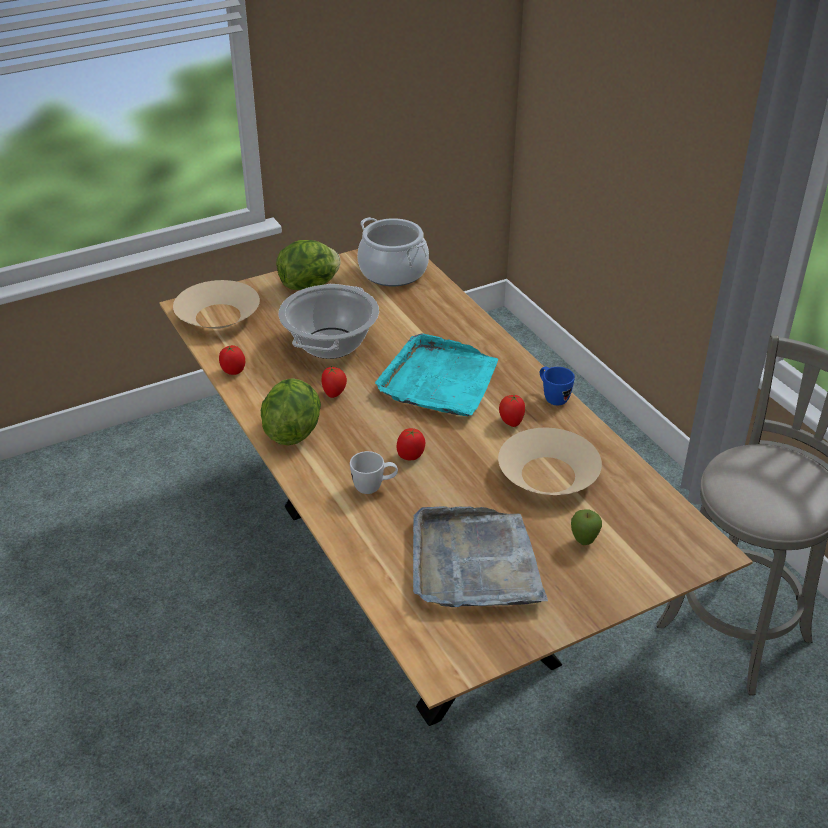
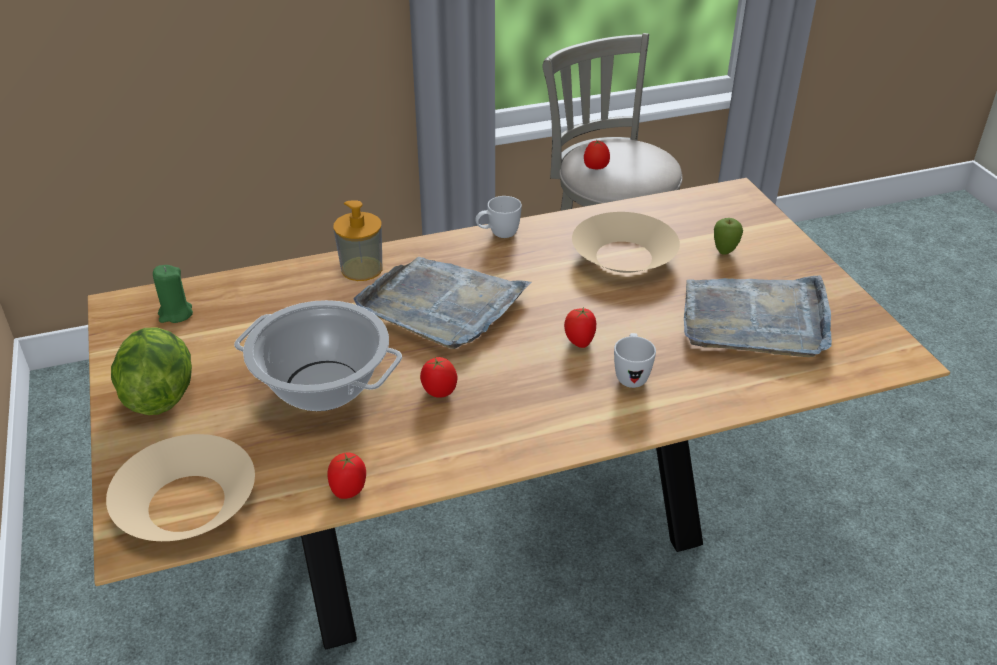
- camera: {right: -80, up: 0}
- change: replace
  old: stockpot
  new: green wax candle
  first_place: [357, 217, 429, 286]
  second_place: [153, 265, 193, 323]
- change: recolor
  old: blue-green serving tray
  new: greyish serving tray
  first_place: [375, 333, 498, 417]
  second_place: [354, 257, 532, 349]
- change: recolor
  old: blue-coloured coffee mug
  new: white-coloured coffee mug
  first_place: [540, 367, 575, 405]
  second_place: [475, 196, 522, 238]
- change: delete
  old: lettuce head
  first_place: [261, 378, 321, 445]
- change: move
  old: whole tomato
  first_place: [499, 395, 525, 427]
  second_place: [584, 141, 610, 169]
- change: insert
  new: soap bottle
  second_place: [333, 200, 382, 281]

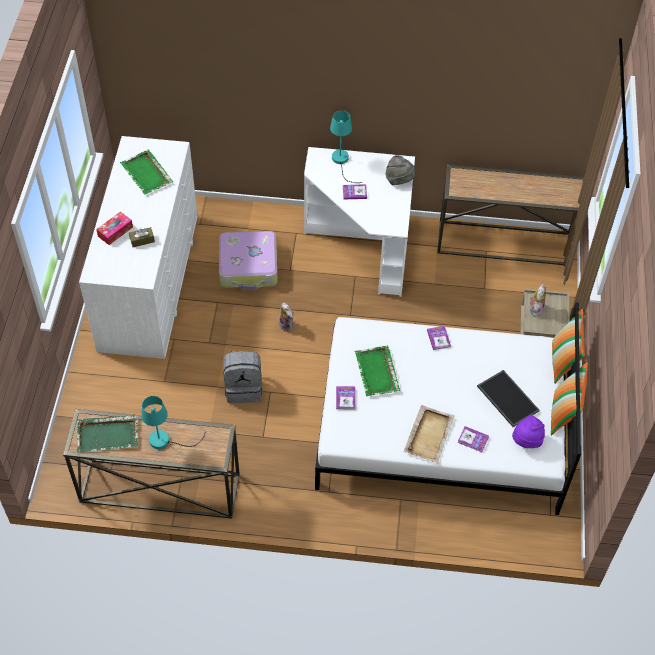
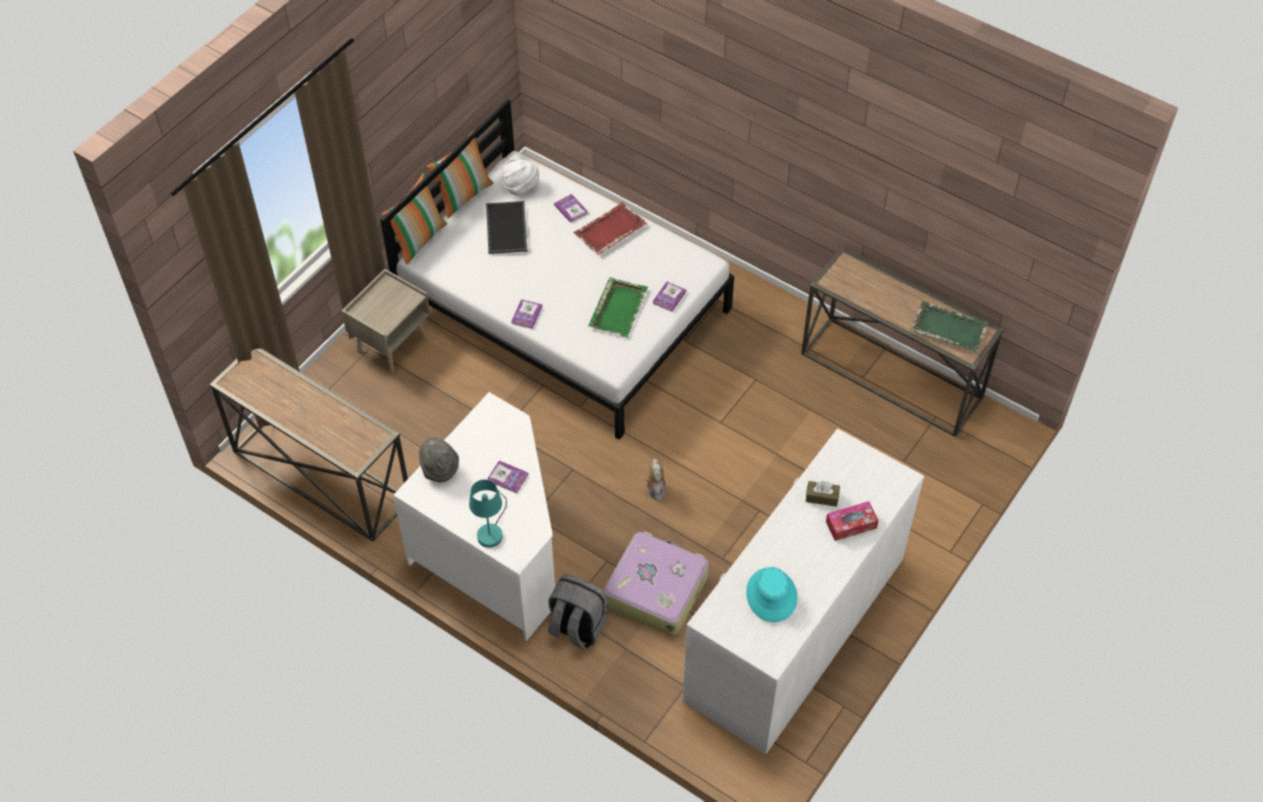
- camera: {right: -150, up: 0}
- change: replace
  old: green serving tray
  new: blue-green clothing hat
  first_place: [120, 149, 173, 195]
  second_place: [746, 567, 798, 622]
- change: delete
  old: cuddly toy
  first_place: [530, 284, 546, 317]
- change: move
  old: greyish knapsack
  first_place: [224, 351, 262, 403]
  second_place: [548, 574, 608, 651]
- change: delete
  old: blue-green lamp for a table
  first_place: [141, 396, 205, 449]
- change: recolor
  old: sand-coloured serving tray
  new: reddish serving tray
  first_place: [404, 405, 454, 464]
  second_place: [573, 202, 647, 255]
- change: recolor
  old: purple-coloured clothing hat
  new: white-coloured clothing hat
  first_place: [512, 415, 545, 448]
  second_place: [503, 158, 539, 196]

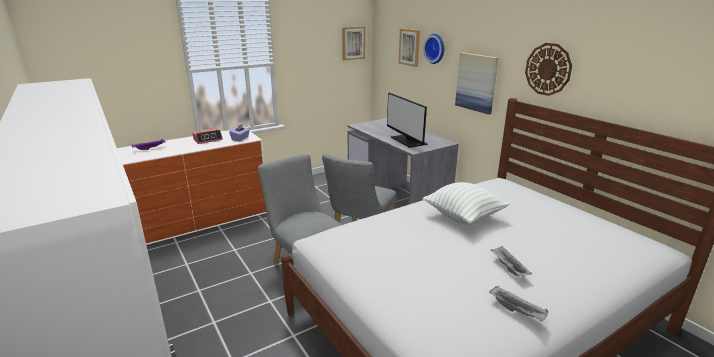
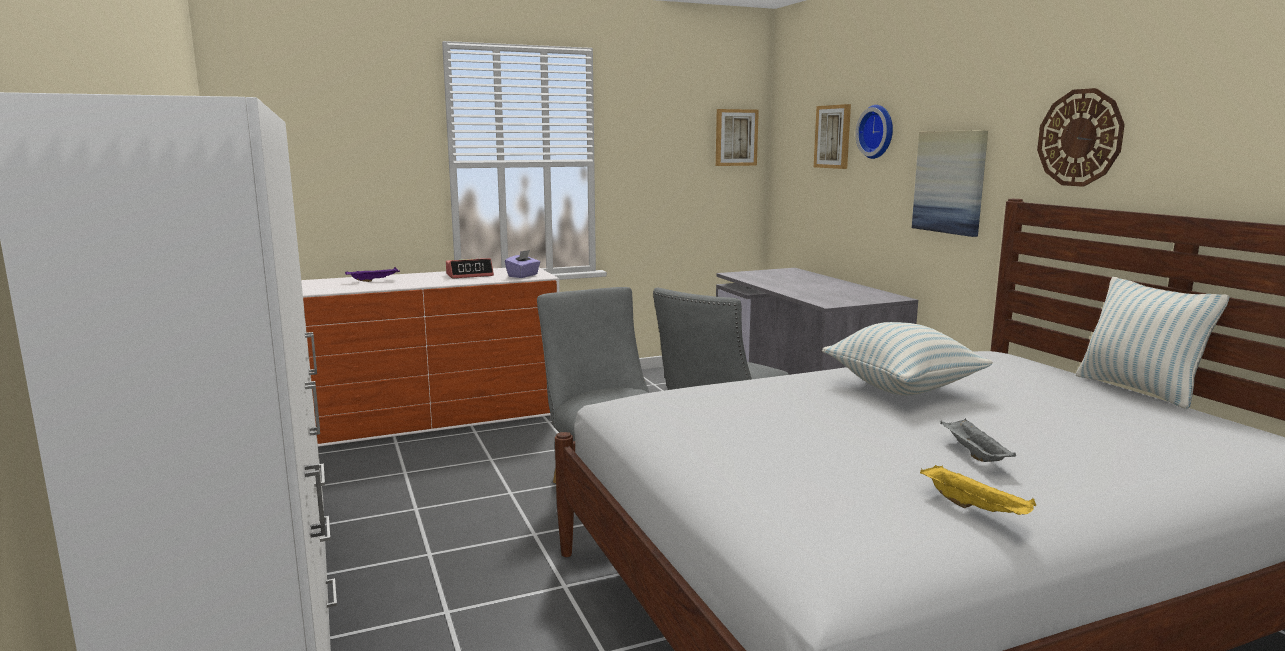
- camera: {right: 10, up: -10}
- change: delete
  old: computer display
  first_place: [387, 93, 428, 148]
- change: recolor
  old: greyish serving tray
  new: yellowish serving tray
  first_place: [489, 286, 548, 321]
  second_place: [920, 465, 1036, 515]
- change: insert
  new: pillow
  second_place: [1076, 277, 1230, 409]

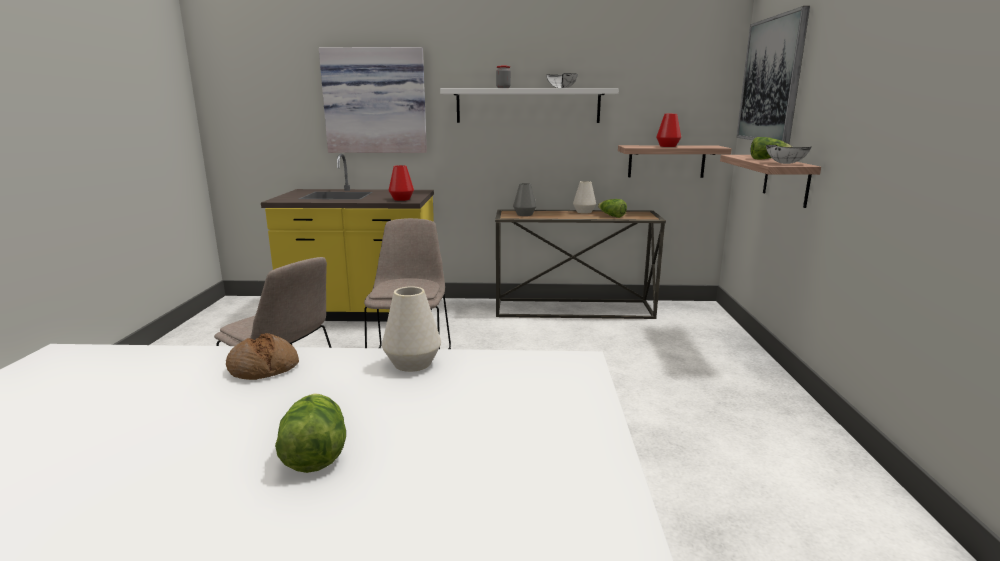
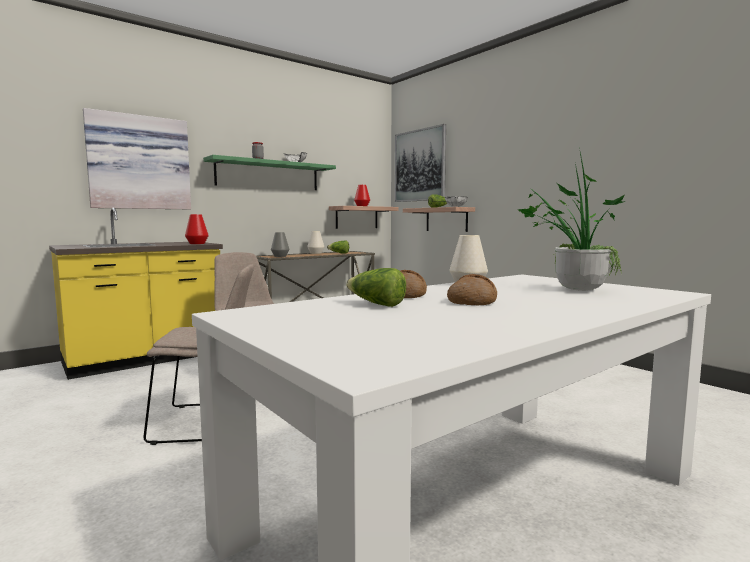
- camera: {right: -40, up: -10}
- change: recolor
  old: white-coloured shelf
  new: green shelf
  first_place: [440, 88, 619, 123]
  second_place: [203, 155, 336, 190]
- change: move
  old: lettuce head
  first_place: [275, 394, 346, 473]
  second_place: [346, 268, 406, 307]
- change: insert
  new: plant in a pot
  second_place: [518, 148, 625, 291]
- change: insert
  new: bakery bread
  second_place: [447, 274, 497, 306]

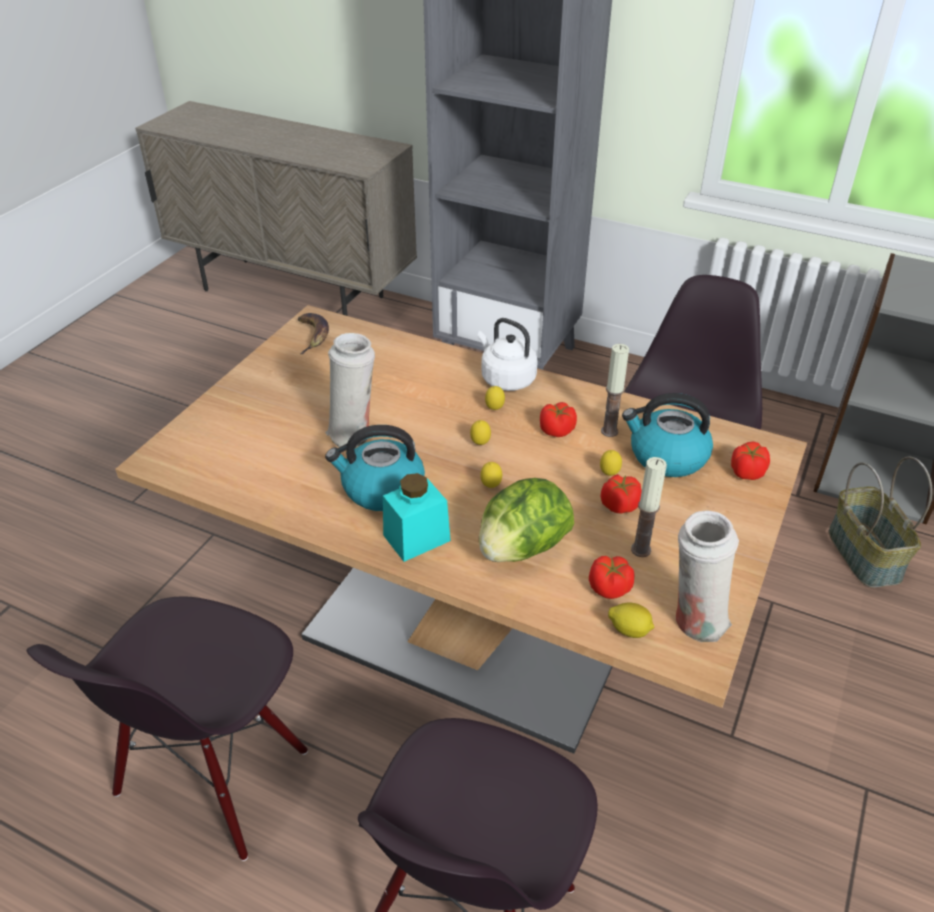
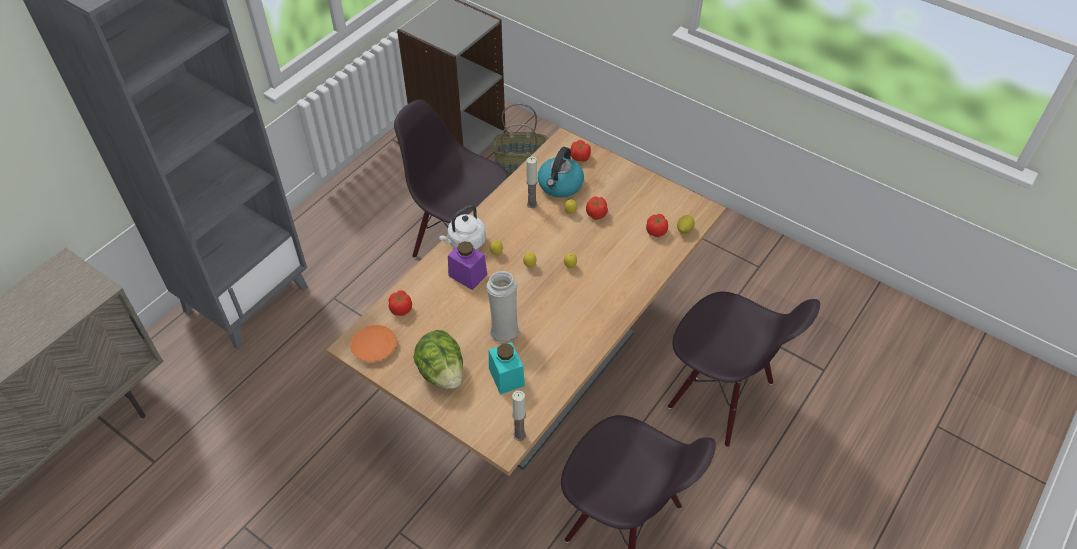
- camera: {right: -80, up: 10}
- change: replace
  old: banana fruit
  new: orange plate
  first_place: [298, 313, 329, 354]
  second_place: [350, 325, 397, 362]
- change: move
  old: whole tomato
  first_place: [540, 402, 577, 437]
  second_place: [388, 290, 412, 316]
- change: delete
  old: water kettle
  first_place: [325, 425, 425, 511]
- change: move
  old: wax candle
  first_place: [631, 457, 667, 557]
  second_place: [512, 390, 526, 441]
- change: move
  old: blue-green storage jar
  first_place: [383, 473, 451, 562]
  second_place: [489, 342, 525, 395]
- change: move
  old: lettuce head
  first_place: [479, 478, 574, 562]
  second_place: [414, 330, 463, 389]
- change: delete
  old: white-coloured vase
  first_place: [676, 510, 739, 642]
- change: insert
  new: purple-coloured storage jar
  second_place: [448, 241, 487, 290]

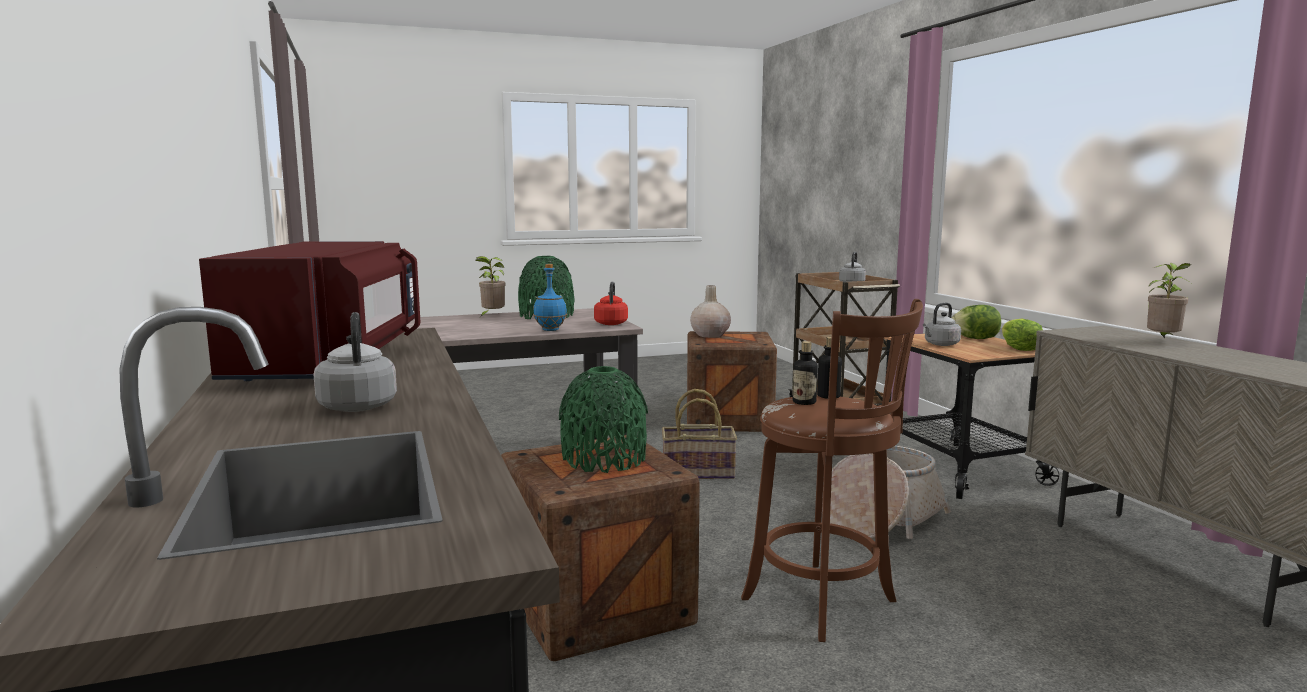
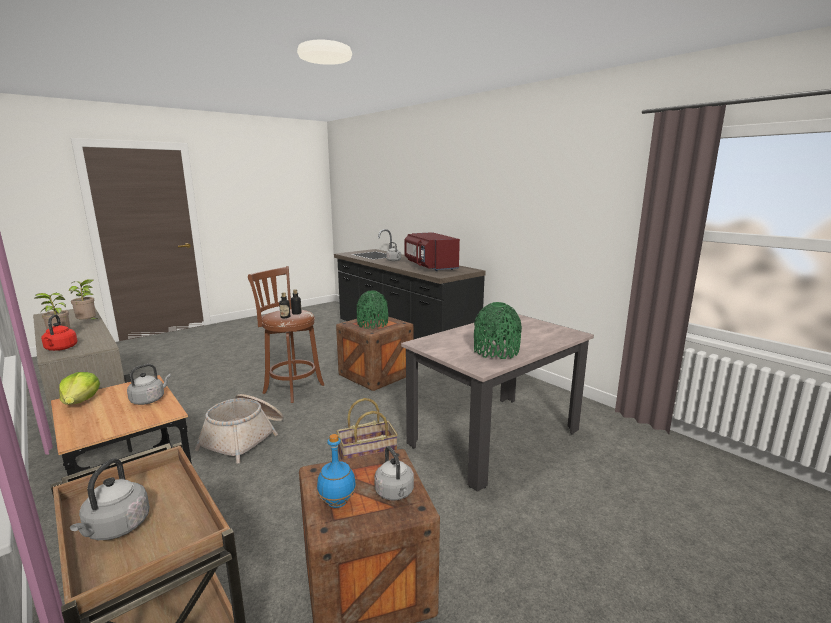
- camera: {right: 160, up: 5}
- change: move
  old: plant in a pot
  first_place: [475, 256, 506, 317]
  second_place: [69, 279, 99, 320]
- change: move
  old: blue-coloured drink bottle
  first_place: [533, 264, 567, 331]
  second_place: [317, 434, 356, 508]
- change: move
  old: reddish water kettle
  first_place: [594, 282, 628, 325]
  second_place: [41, 315, 78, 351]
- change: replace
  old: sand-coloured vase
  new: greyish water kettle
  first_place: [690, 285, 731, 338]
  second_place: [374, 446, 414, 500]
- change: delete
  old: lettuce head
  first_place: [951, 305, 1001, 339]

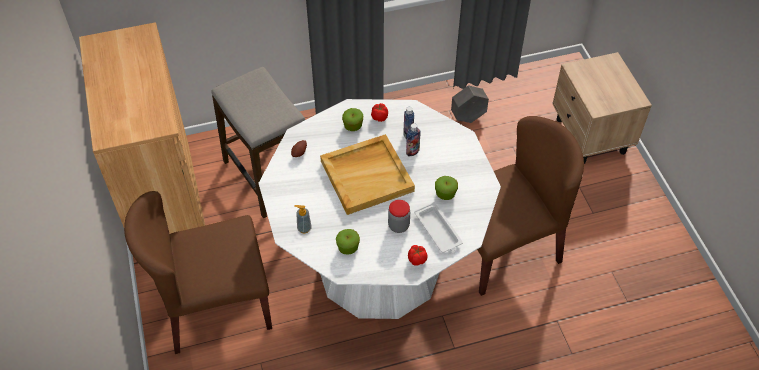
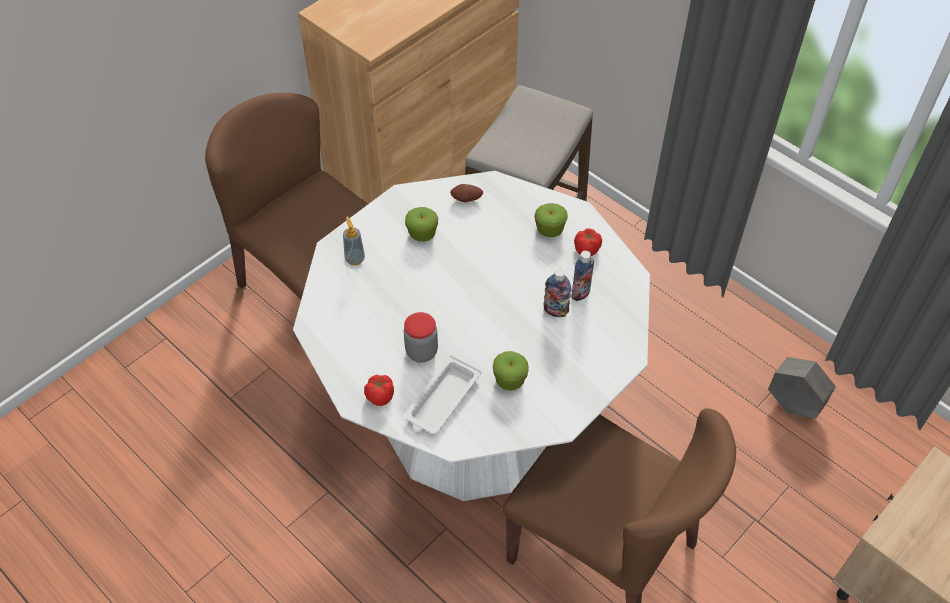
- camera: {right: 60, up: 0}
- change: delete
  old: sand-coloured serving tray
  first_place: [320, 134, 415, 215]
- change: move
  old: apple
  first_place: [336, 229, 360, 254]
  second_place: [405, 207, 438, 242]

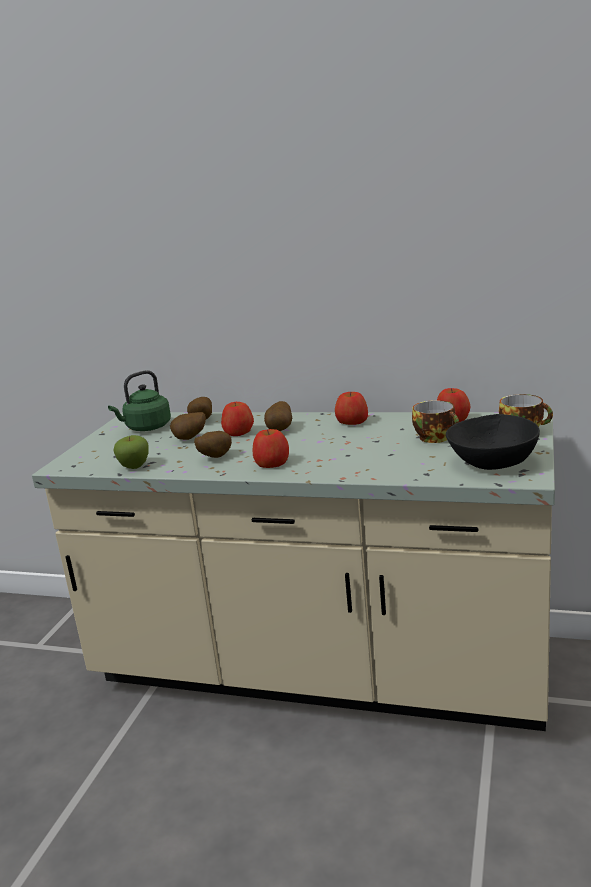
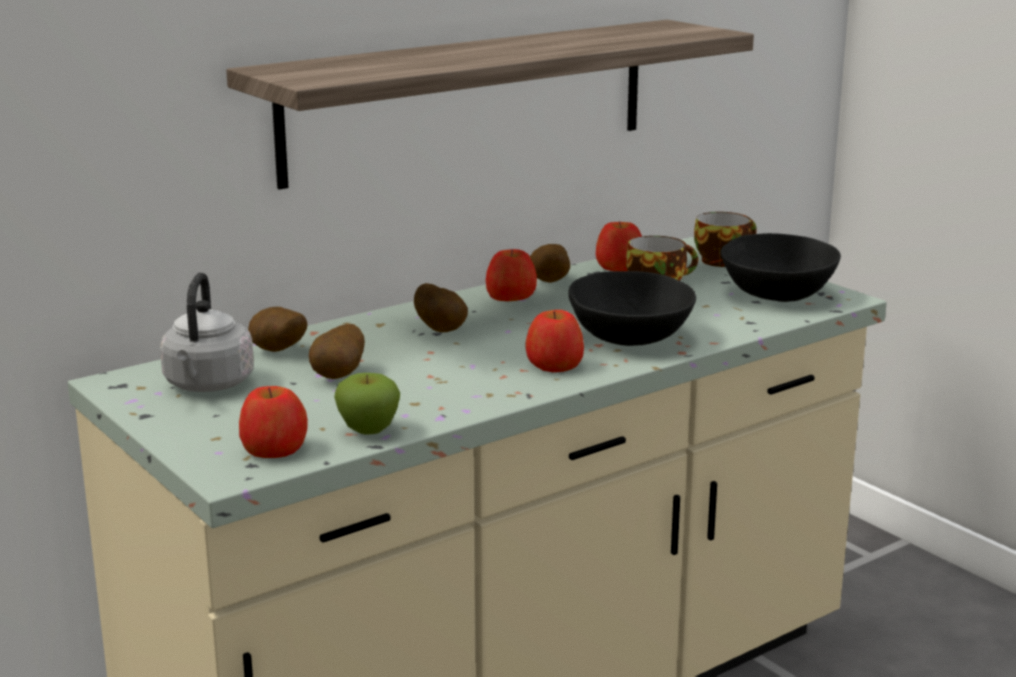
- camera: {right: -55, up: 0}
- change: recolor
  old: green water kettle
  new: greyish water kettle
  first_place: [108, 370, 171, 431]
  second_place: [160, 273, 254, 392]
- change: move
  old: apple
  first_place: [221, 402, 254, 436]
  second_place: [239, 386, 308, 458]
- change: move
  old: potato
  first_place: [194, 431, 232, 458]
  second_place: [530, 244, 570, 283]
- change: insert
  new: shelf
  second_place: [226, 20, 754, 190]
- change: insert
  new: blackish bowl
  second_place: [568, 271, 696, 346]

